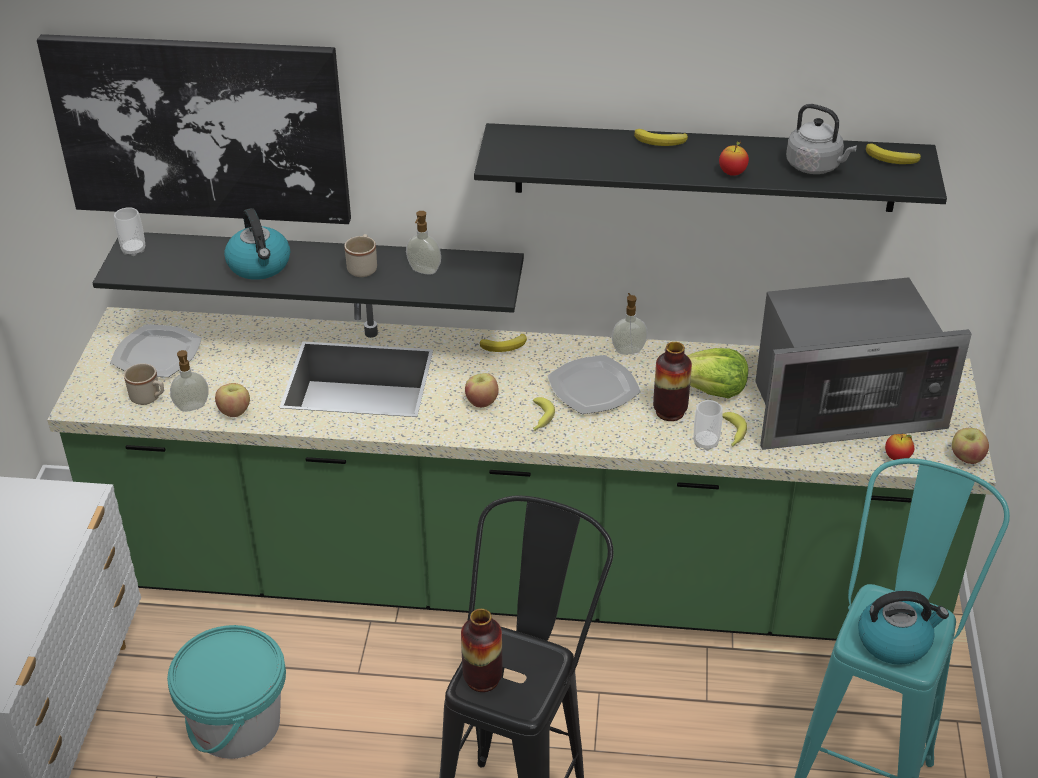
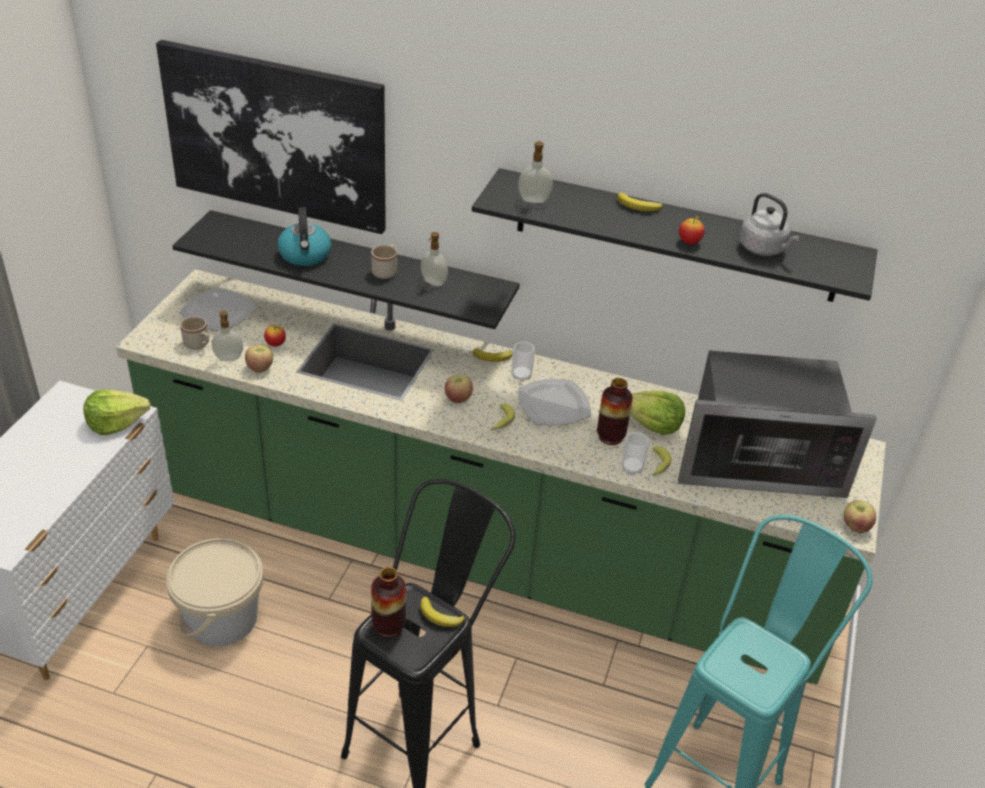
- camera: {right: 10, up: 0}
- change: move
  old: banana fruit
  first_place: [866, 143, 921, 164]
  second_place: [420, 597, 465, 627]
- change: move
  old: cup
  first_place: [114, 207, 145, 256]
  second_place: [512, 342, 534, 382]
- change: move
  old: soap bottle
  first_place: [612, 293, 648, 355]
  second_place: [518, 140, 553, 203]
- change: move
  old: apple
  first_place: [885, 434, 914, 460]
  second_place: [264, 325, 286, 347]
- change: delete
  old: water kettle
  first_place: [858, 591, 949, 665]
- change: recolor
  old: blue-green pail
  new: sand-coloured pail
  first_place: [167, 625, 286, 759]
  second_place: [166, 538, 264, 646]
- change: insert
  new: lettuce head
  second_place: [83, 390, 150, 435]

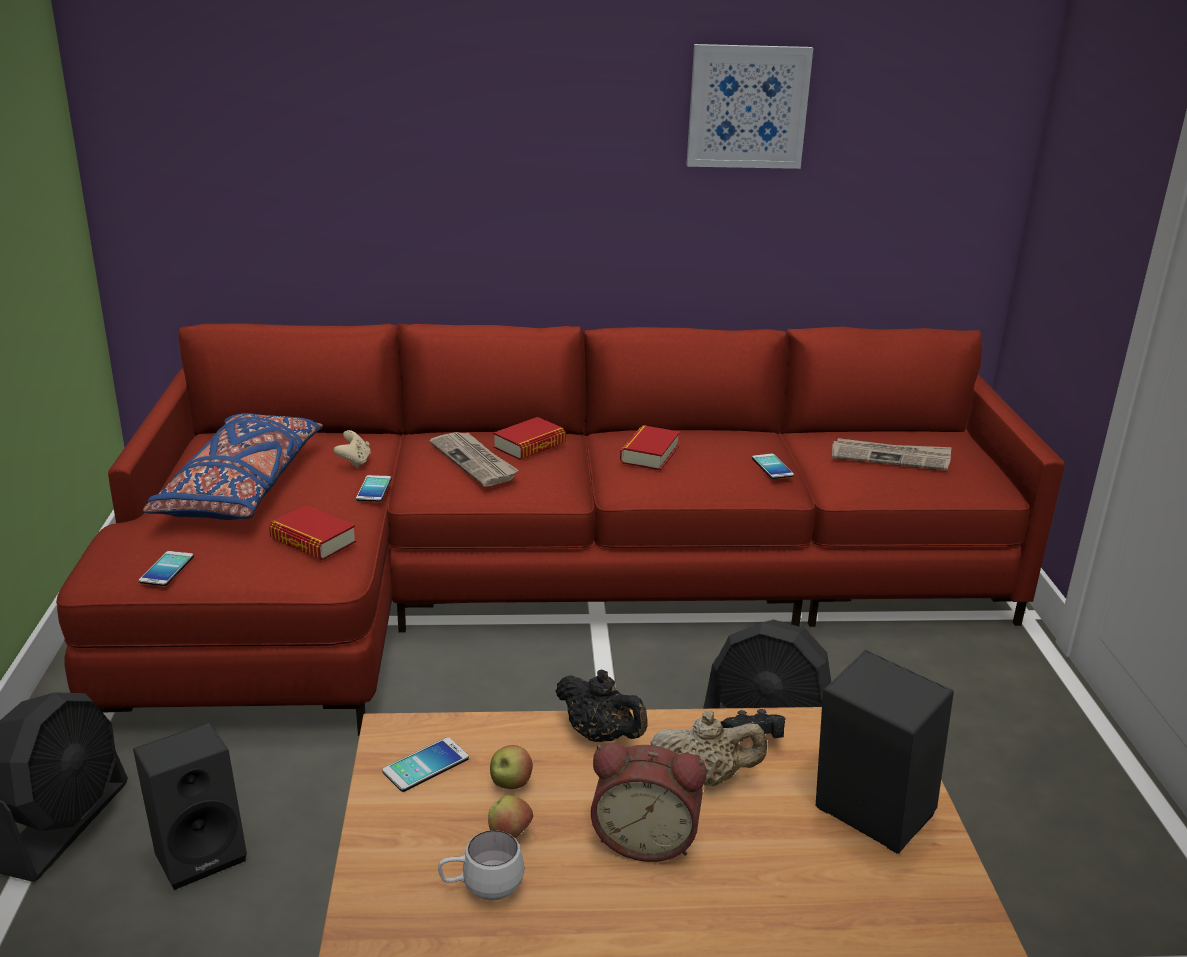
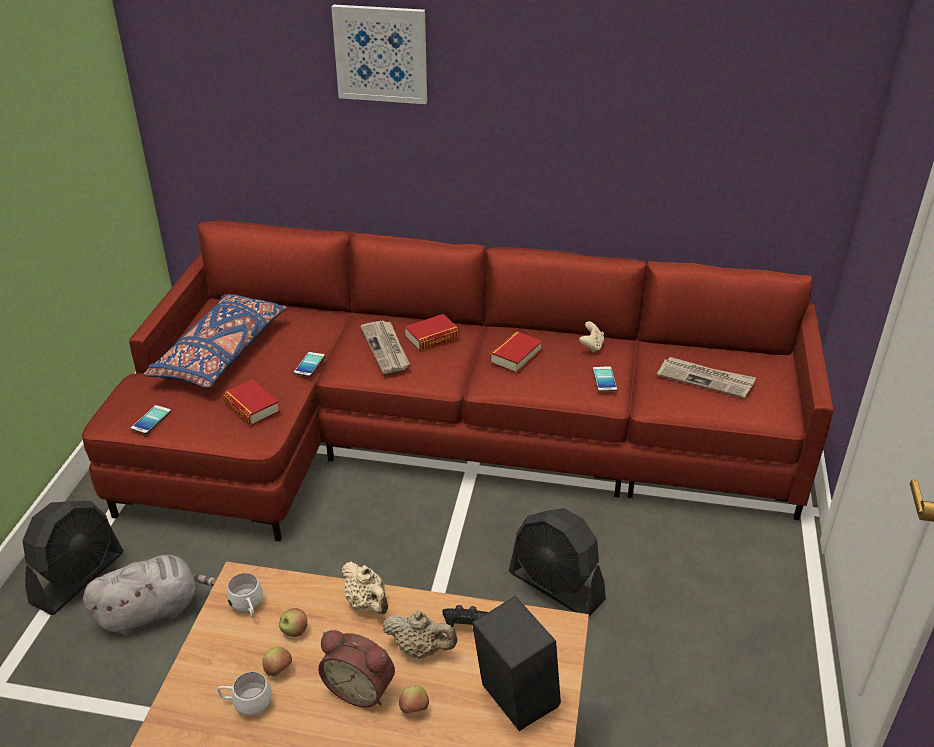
- camera: {right: 15, up: 10}
- change: move
  old: wall picture
  first_place: [686, 44, 813, 169]
  second_place: [331, 5, 427, 104]
- change: move
  old: sand-coloured gamepad
  first_place: [334, 430, 371, 468]
  second_place: [579, 321, 604, 353]
- change: recolor
  old: blackish pot for tea
  new: sand-coloured pot for tea
  first_place: [555, 670, 648, 742]
  second_place: [341, 561, 388, 615]
- change: replace
  old: blackish loudspeaker
  new: greyish cuddly toy
  first_place: [133, 723, 247, 890]
  second_place: [83, 555, 217, 635]
- change: replace
  old: handset
  new: white-coloured coffee mug
  first_place: [382, 738, 469, 792]
  second_place: [227, 573, 263, 618]
- change: insert
  new: apple
  second_place: [399, 685, 429, 713]

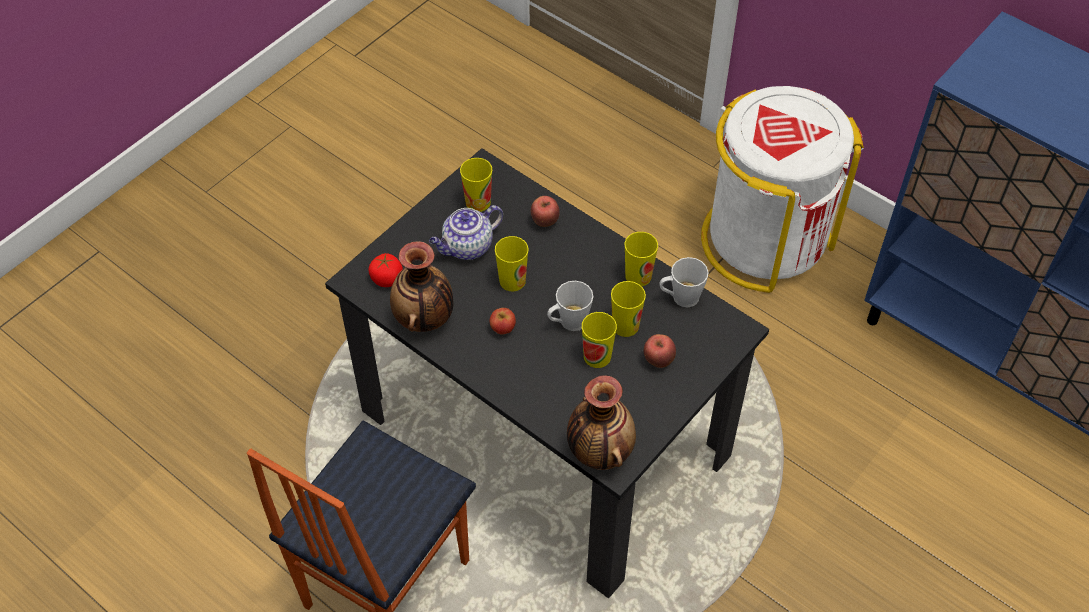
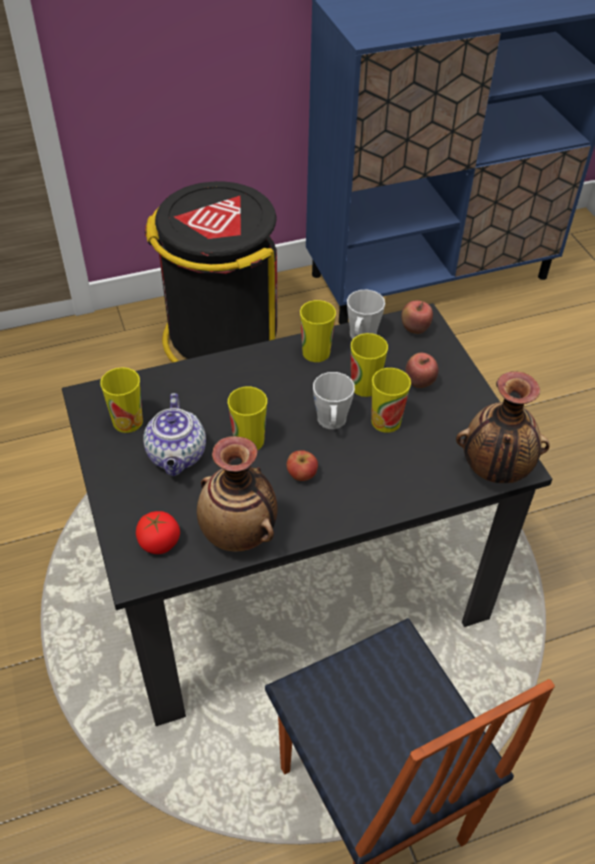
- camera: {right: -60, up: -5}
- change: recolor
  old: white-coloured rubbish bin
  new: blackish rubbish bin
  first_place: [701, 86, 864, 293]
  second_place: [145, 181, 277, 363]
- change: move
  old: apple
  first_place: [531, 196, 560, 227]
  second_place: [401, 300, 433, 334]

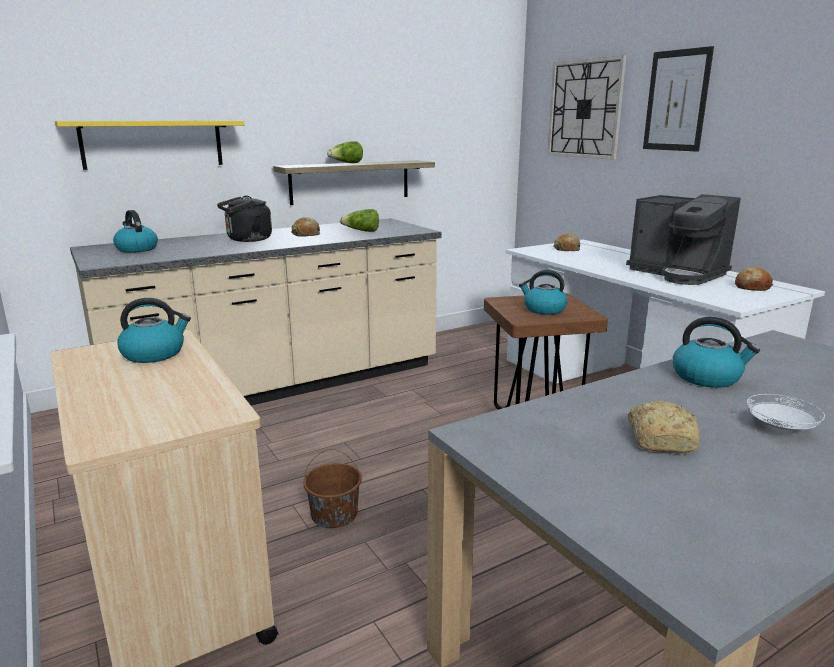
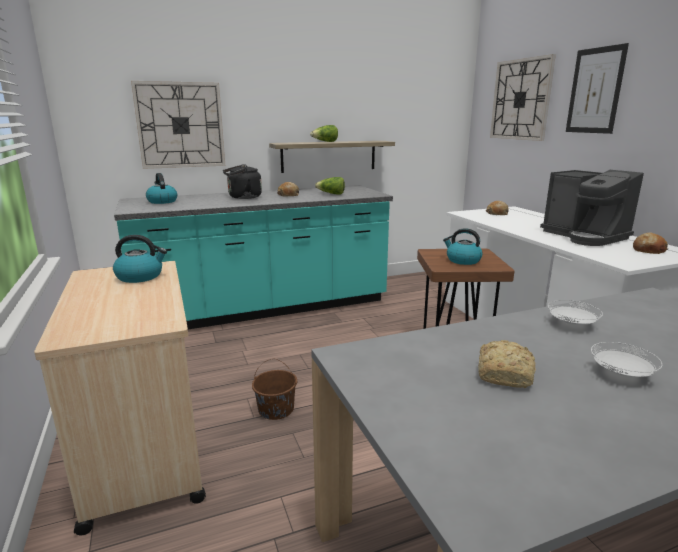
- camera: {right: 10, up: 0}
- change: replace
  old: yellowish shelf
  new: clock on the wall
  first_place: [55, 121, 244, 170]
  second_place: [131, 81, 225, 169]
- change: recolor
  old: sand-coloured counter
  new: blue-green counter
  first_place: [70, 218, 441, 406]
  second_place: [114, 185, 393, 329]
- change: replace
  old: water kettle
  new: white-coloured plate
  first_place: [673, 317, 760, 388]
  second_place: [548, 300, 603, 325]

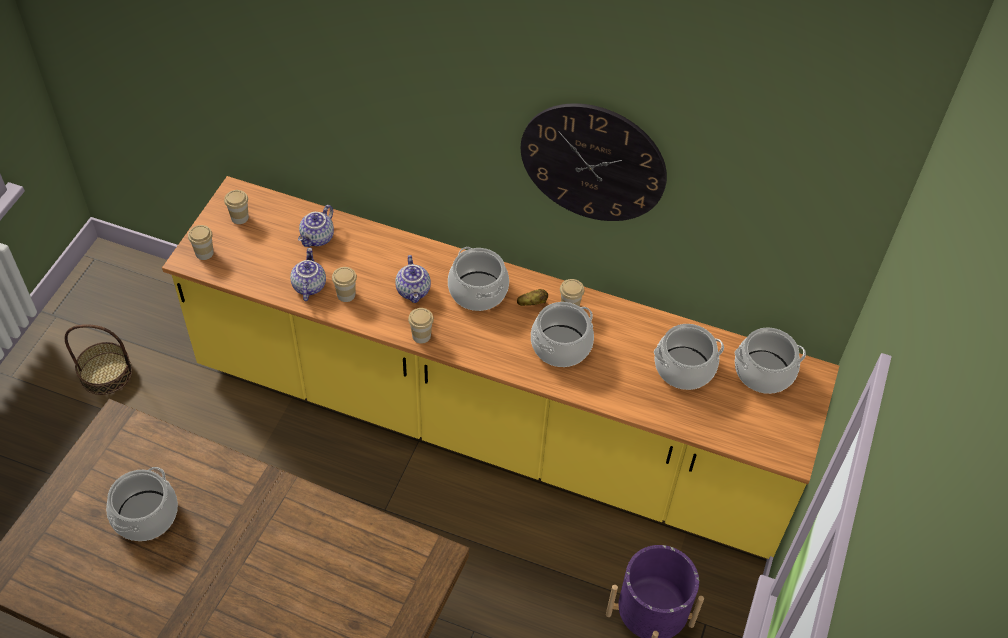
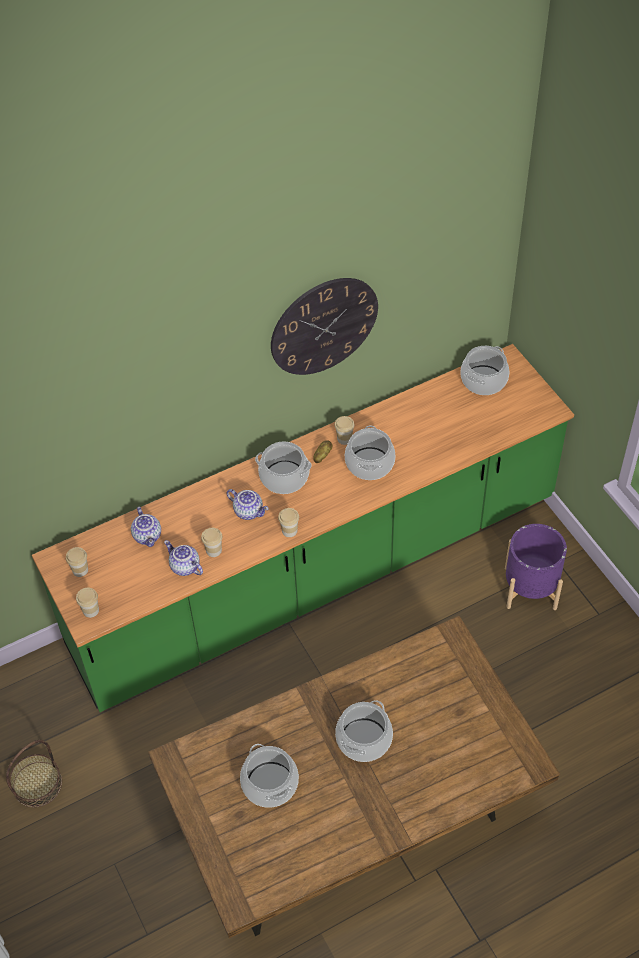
- camera: {right: -45, up: 0}
- change: recolor
  old: yellowish counter
  new: green counter
  first_place: [162, 176, 839, 559]
  second_place: [32, 344, 574, 712]
- change: move
  old: stockpot
  first_place: [654, 324, 724, 390]
  second_place: [335, 700, 393, 762]

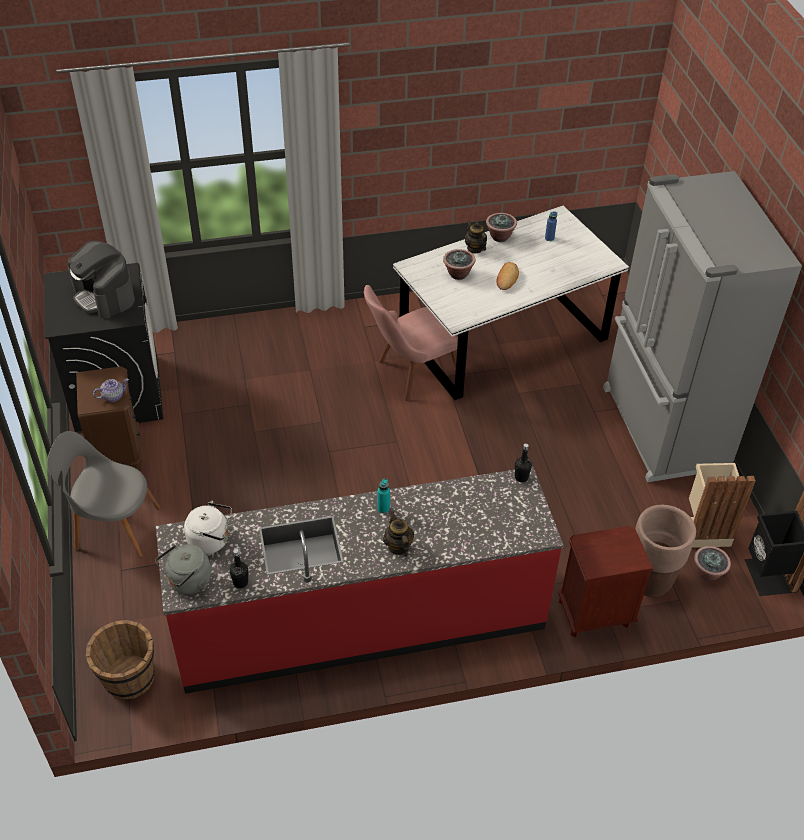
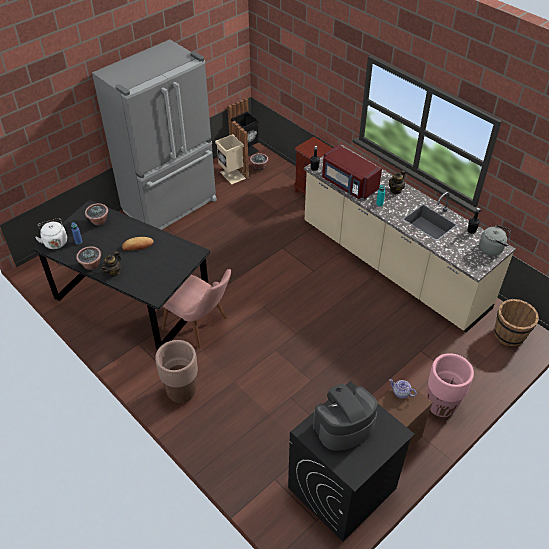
- camera: {right: -120, up: 0}
- change: recolor
  old: white-coloured kitchen table
  new: blackish kitchen table
  first_place: [393, 206, 629, 400]
  second_place: [33, 200, 210, 350]
- change: rotate
  old: coffee maker
  first_place: [67, 241, 135, 319]
  second_place: [313, 384, 378, 451]
  degrees: -135
- change: move
  old: plant in a pot
  first_place: [443, 249, 475, 280]
  second_place: [85, 203, 108, 226]
- change: replace
  old: greyish upright chair
  new: pinkish plant pot
  first_place: [47, 431, 160, 558]
  second_place: [427, 353, 474, 417]
- change: recolor
  old: reddish counter
  new: sand-coloured counter
  first_place: [156, 467, 563, 694]
  second_place: [304, 145, 516, 332]
- change: move
  old: white-coloured water kettle
  first_place: [184, 501, 232, 554]
  second_place: [35, 218, 67, 249]
- change: move
  old: brownish plant pot
  first_place: [635, 505, 696, 597]
  second_place: [155, 340, 198, 403]
- change: insert
  new: reddish kitchen microwave
  second_place: [322, 144, 382, 199]

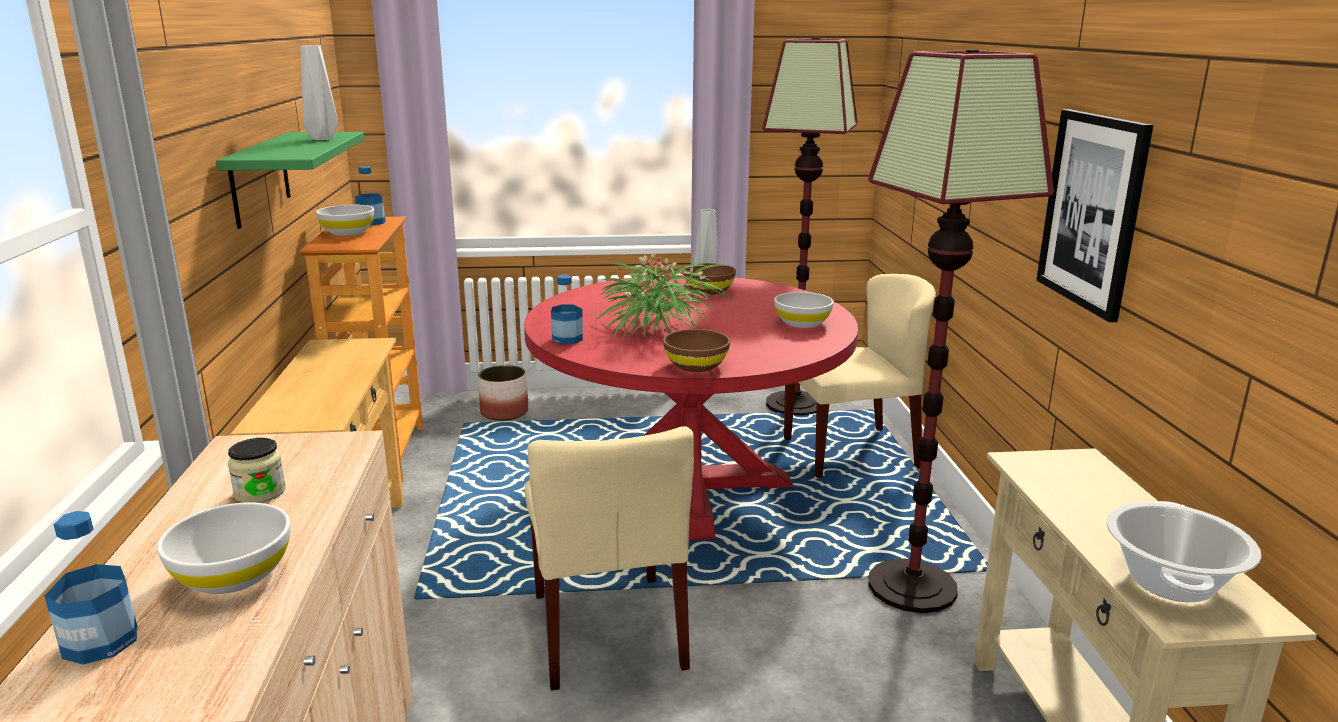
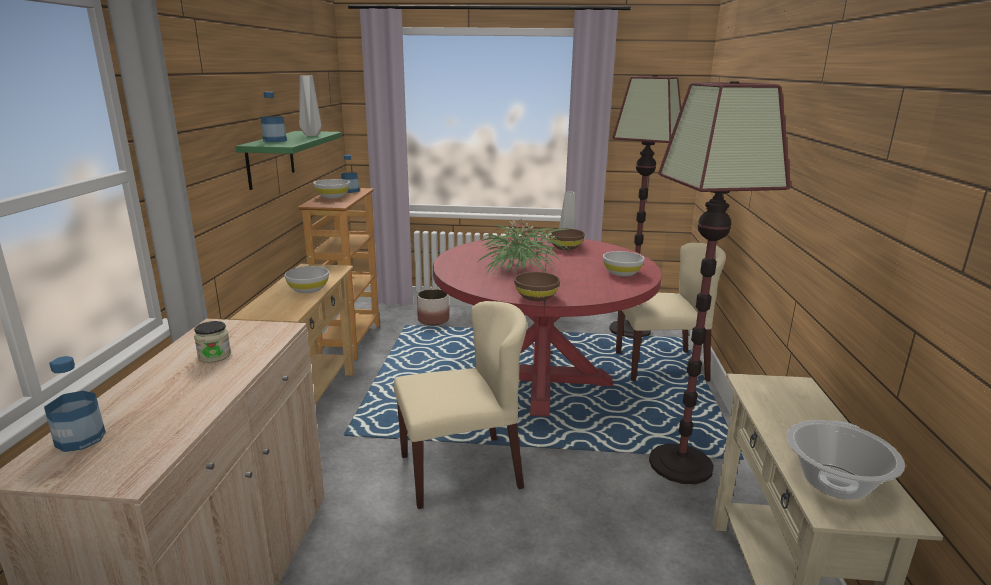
- camera: {right: 10, up: 0}
- change: delete
  old: wall picture
  first_place: [1036, 109, 1153, 322]
- change: move
  old: drink bottle
  first_place: [551, 275, 583, 344]
  second_place: [260, 92, 287, 142]
- change: rotate
  old: sand-coloured upright chair
  first_place: [525, 426, 694, 691]
  second_place: [394, 301, 527, 509]
  degrees: -105
- change: move
  old: white-coloured bowl
  first_place: [157, 503, 291, 594]
  second_place: [284, 266, 329, 293]

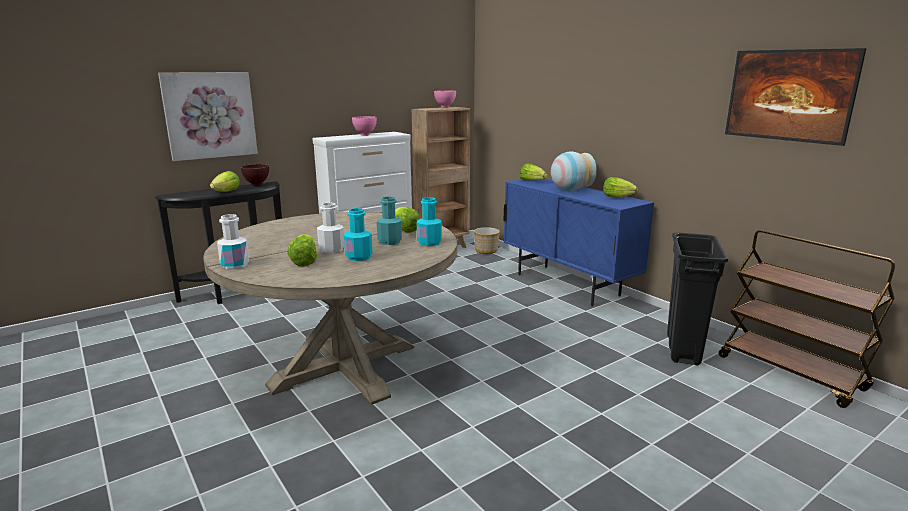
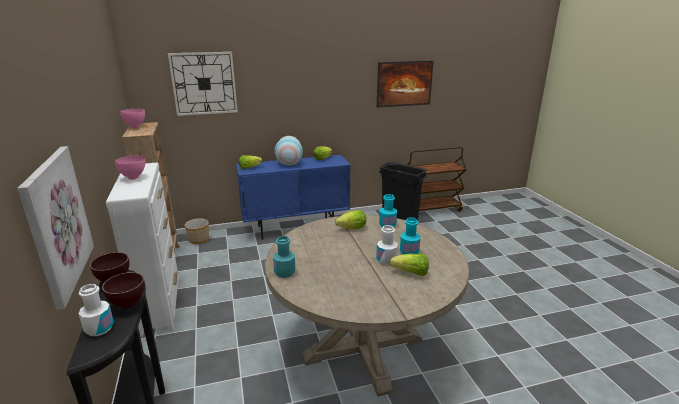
- camera: {right: -70, up: 5}
- change: replace
  old: lettuce head
  new: brownish bowl
  first_place: [210, 171, 240, 192]
  second_place: [102, 272, 145, 309]
- change: move
  old: blue-green drink bottle
  first_place: [377, 196, 402, 245]
  second_place: [273, 236, 295, 278]
- change: move
  old: white-coloured drink bottle
  first_place: [217, 214, 249, 269]
  second_place: [78, 284, 114, 336]
- change: insert
  new: clock on the wall
  second_place: [168, 52, 238, 116]

